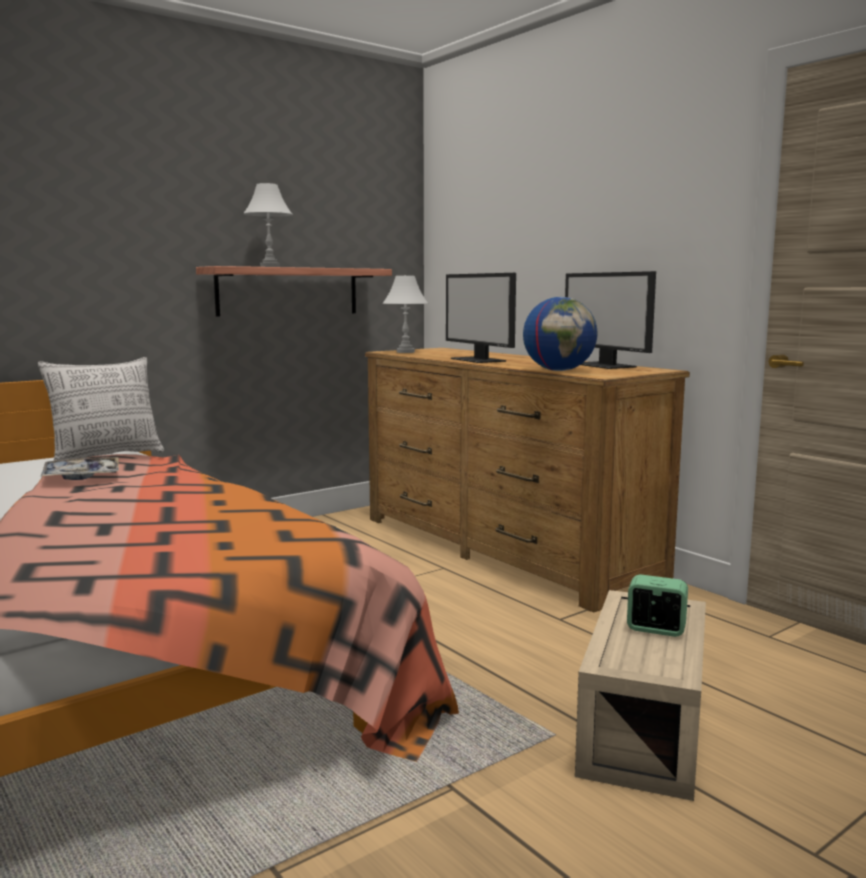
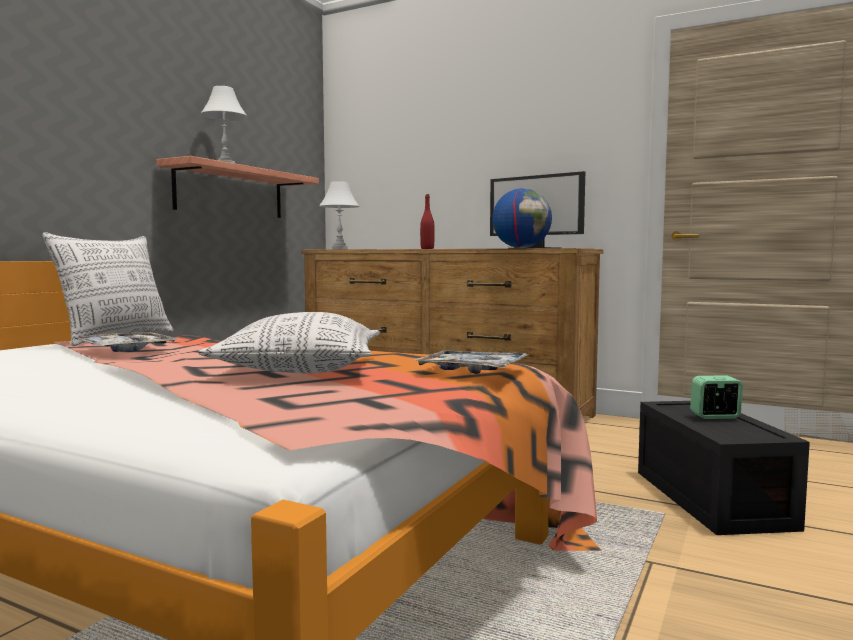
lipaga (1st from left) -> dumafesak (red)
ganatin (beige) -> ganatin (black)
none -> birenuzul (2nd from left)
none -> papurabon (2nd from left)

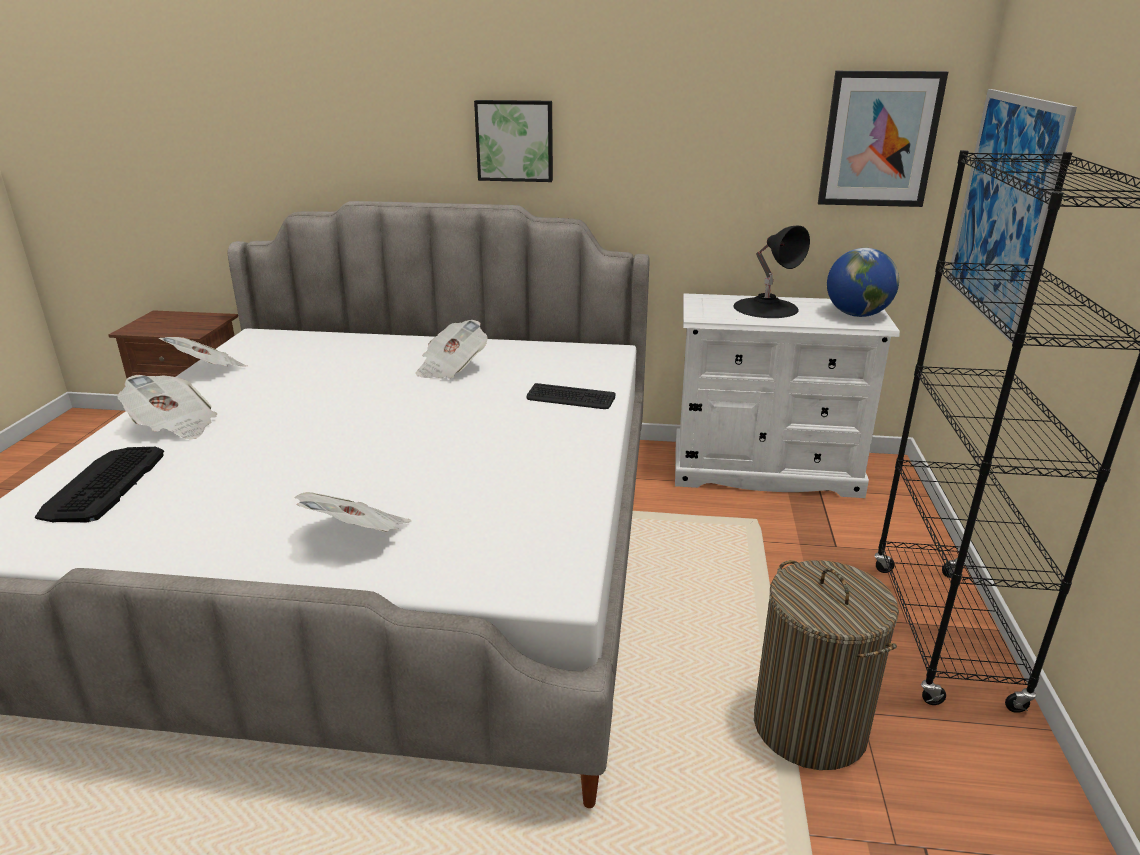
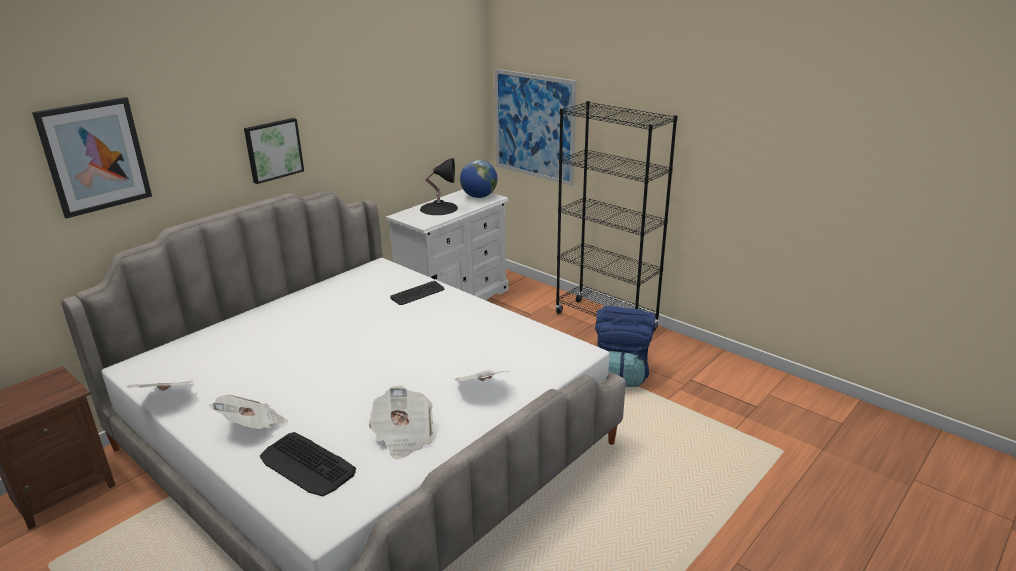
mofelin (2nd from left in the first image) -> mofelin (1st from left), moved
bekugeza (4th from left in the first image) -> bekugeza (3rd from left), moved
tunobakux -> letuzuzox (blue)

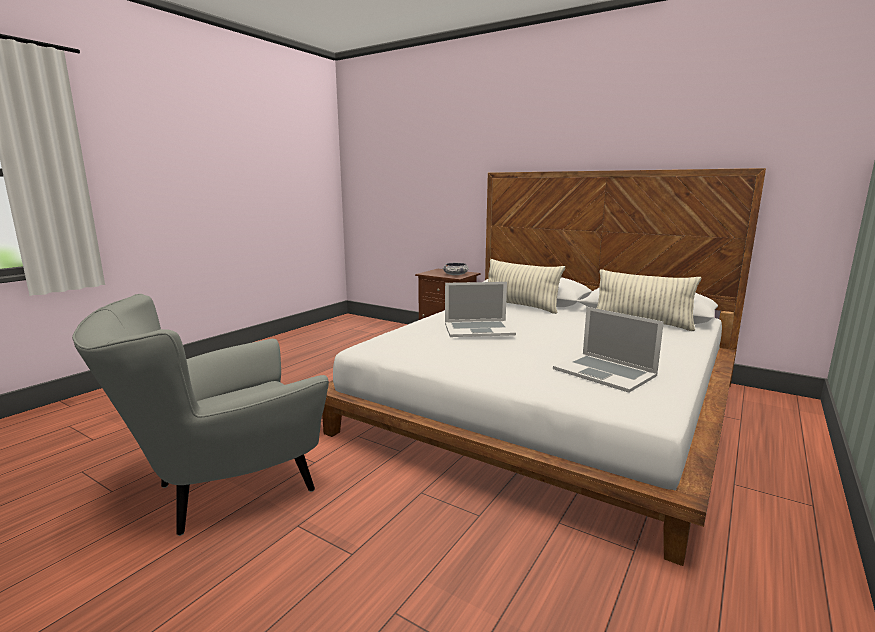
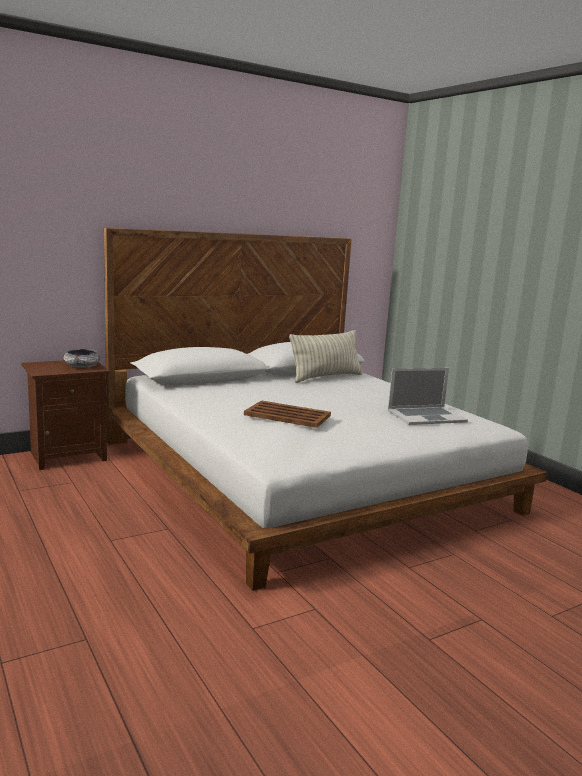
birenuzul (1st from left) -> none
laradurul (1st from left) -> papurabon (brown)
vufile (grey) -> none

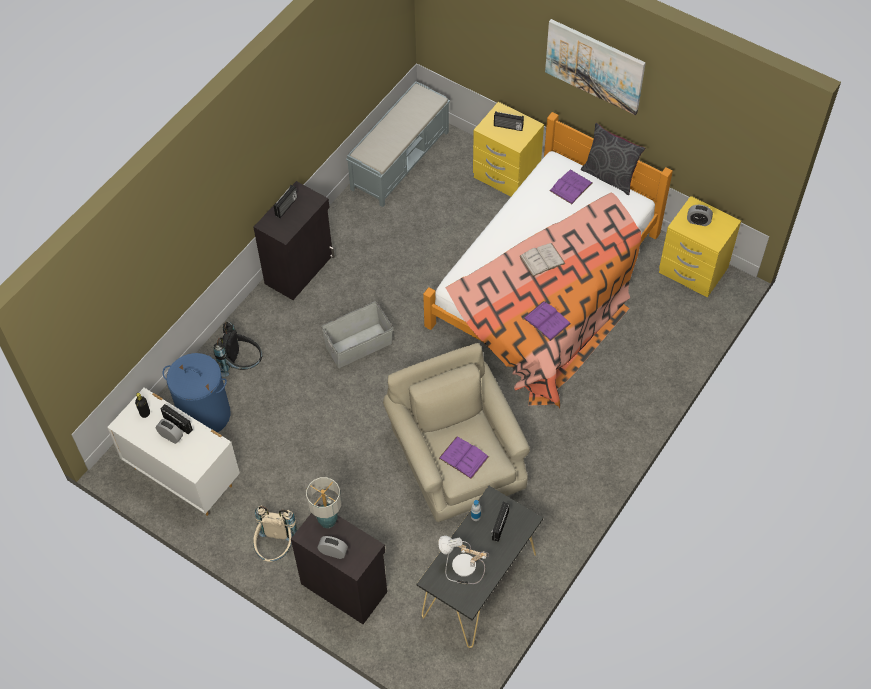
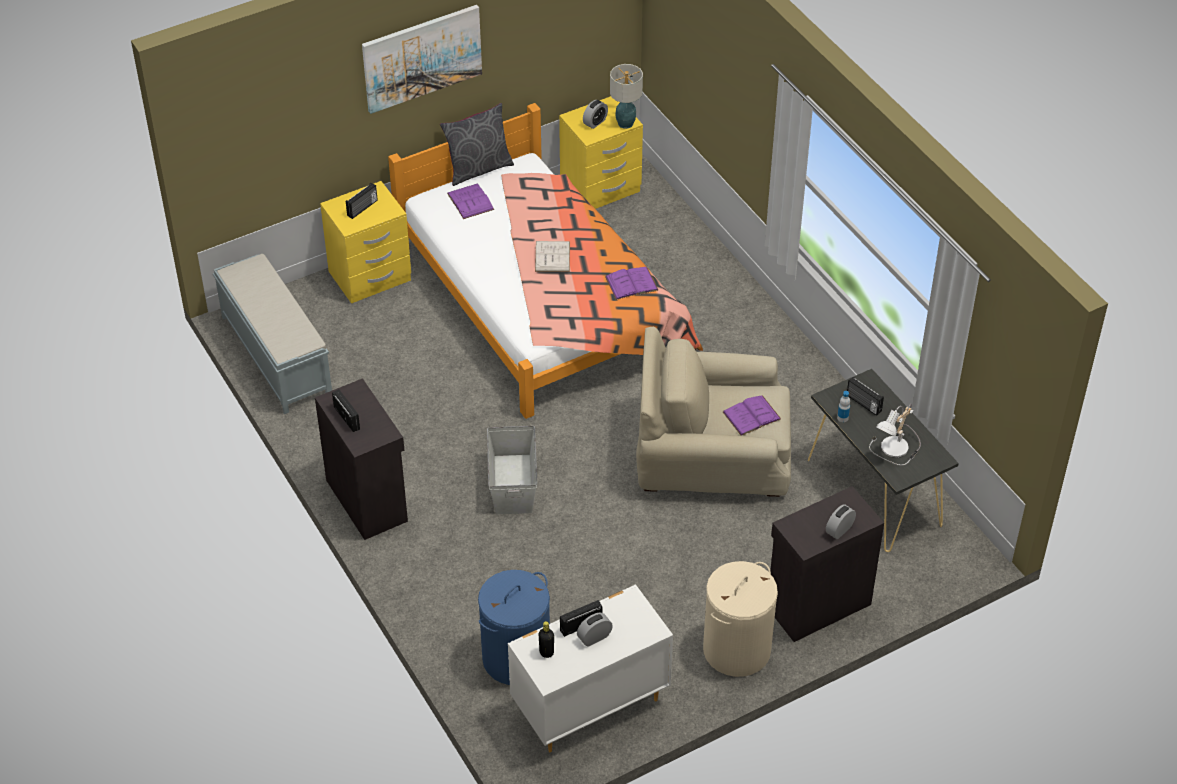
letuzuzox (black) -> none
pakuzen (1st from left), moved
letuzuzox (beige) -> tunobakux (beige)

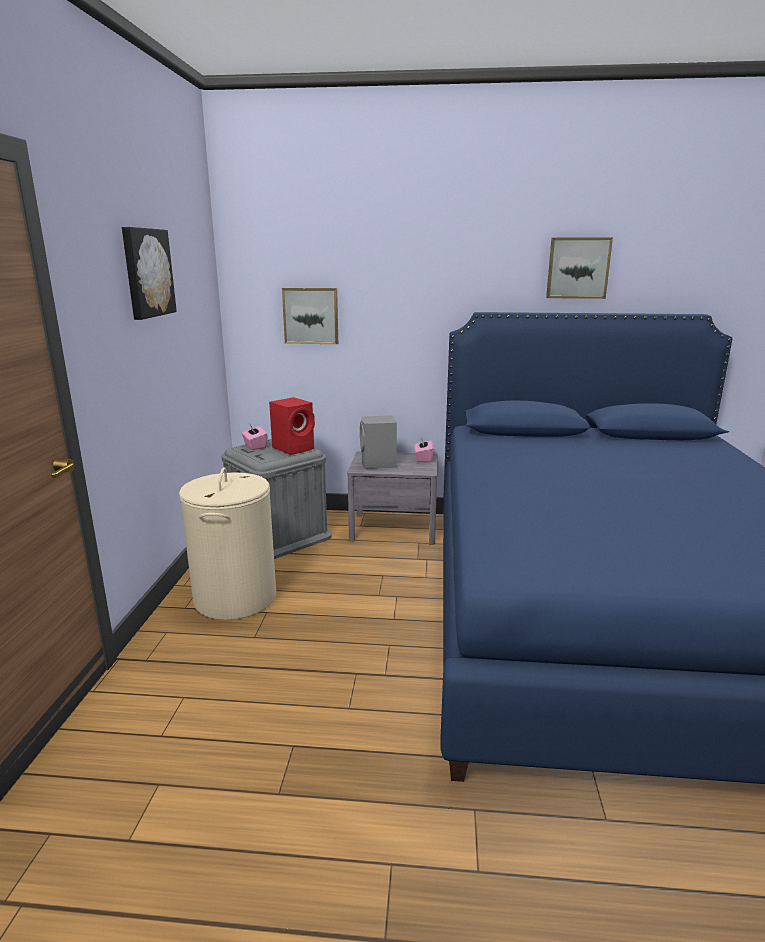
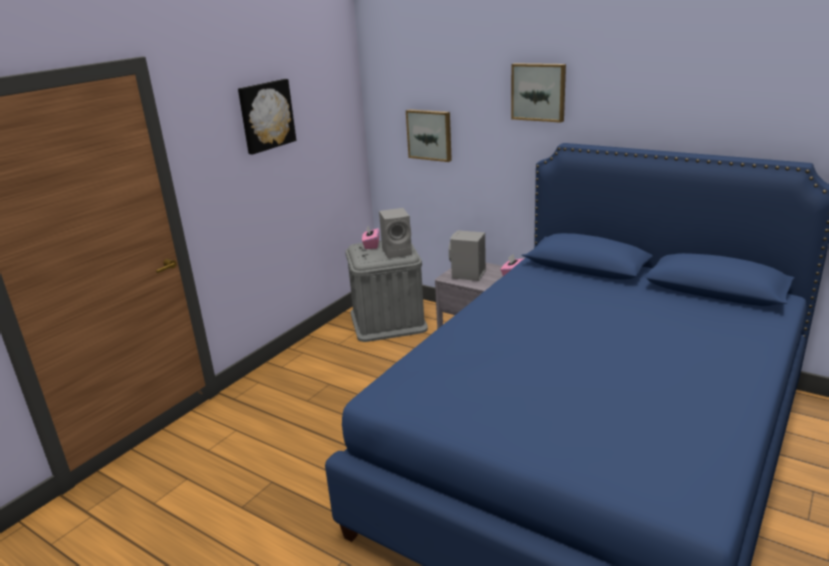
mofelin (3rd from left), moved
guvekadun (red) -> guvekadun (grey) (1st from left)
tunobakux (beige) -> none

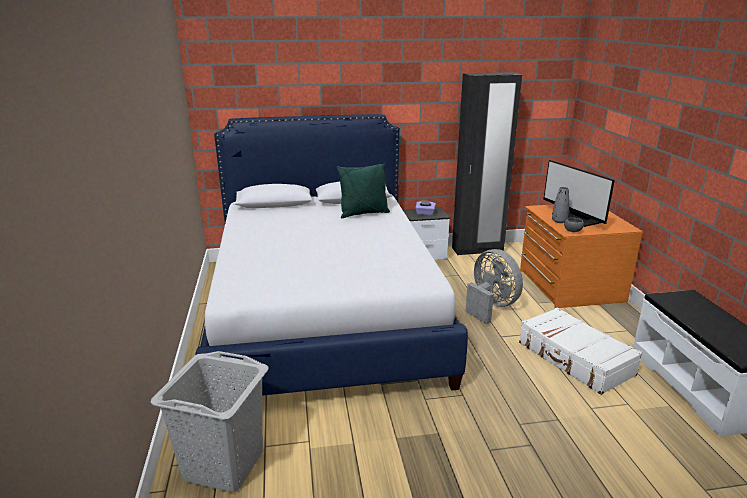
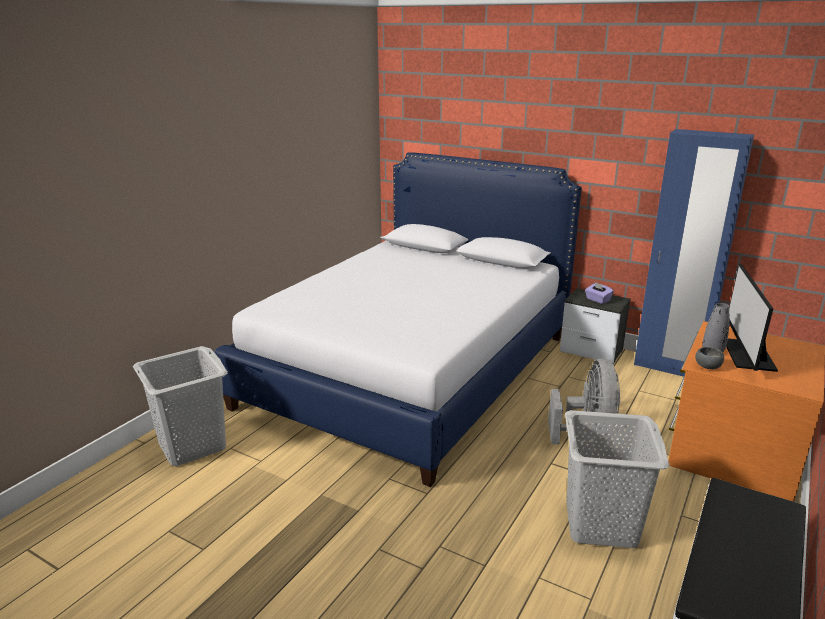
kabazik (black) -> kabazik (blue)
birenuzul (green) -> none
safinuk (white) -> tunobakux (grey) (2nd from left)

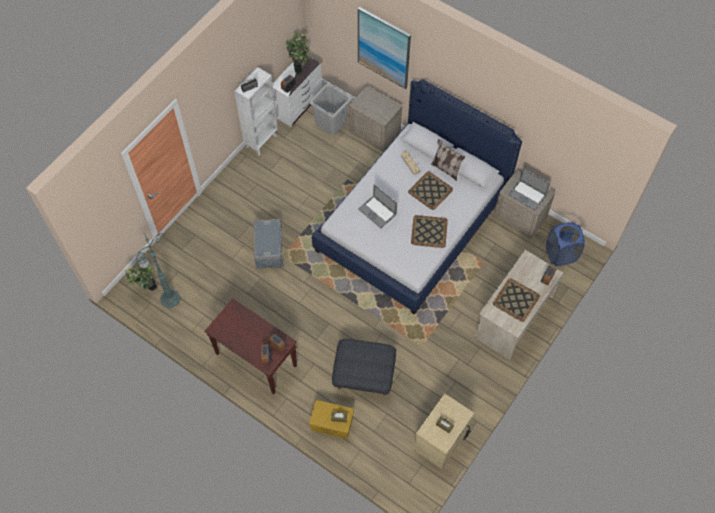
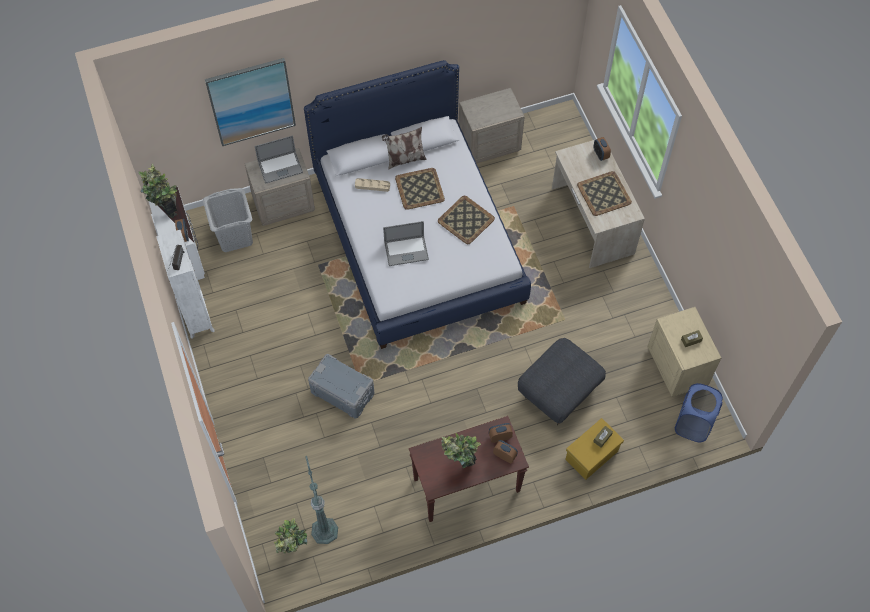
laradurul (2nd from left in the first image) -> laradurul (1st from left), moved
tunobakux (blue), moved
none -> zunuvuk (3rd from left)

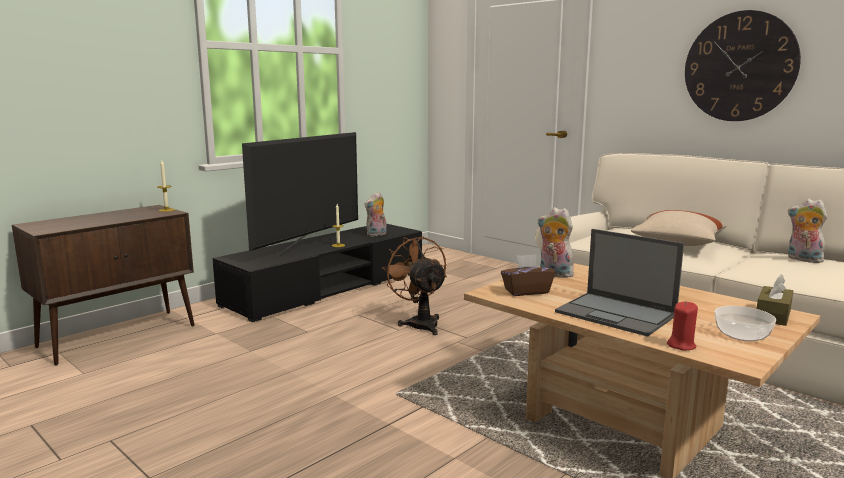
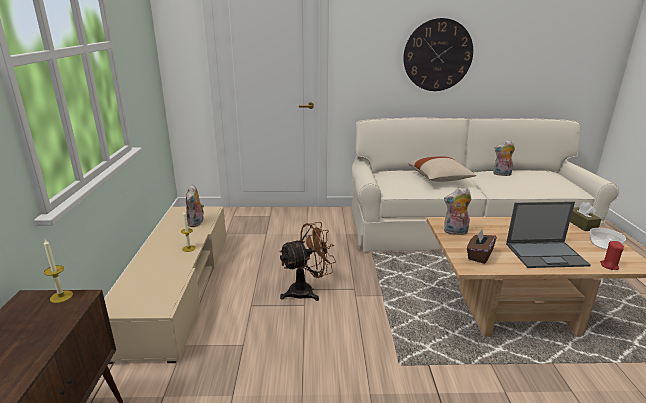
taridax -> none
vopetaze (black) -> vopetaze (beige)
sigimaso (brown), 135 degrees clockwise

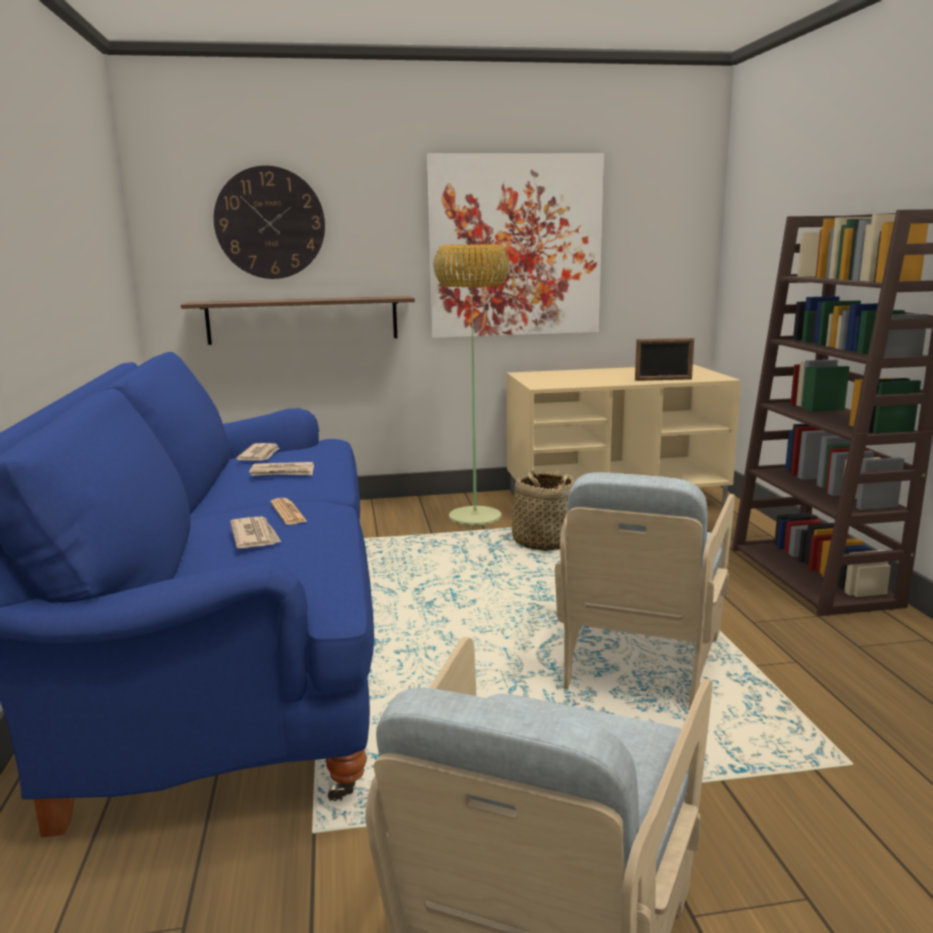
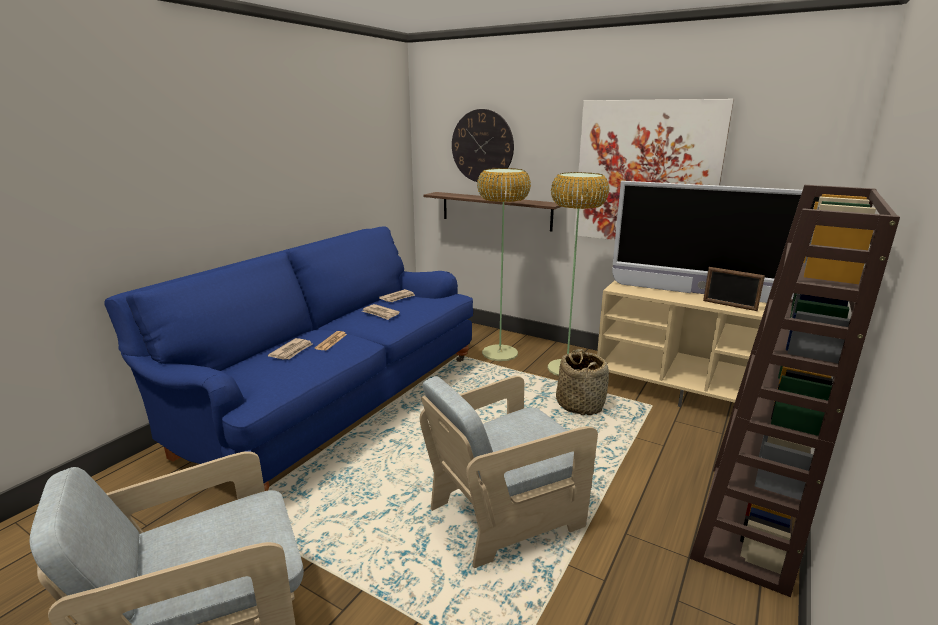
none -> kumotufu (1st from left)
none -> taridax

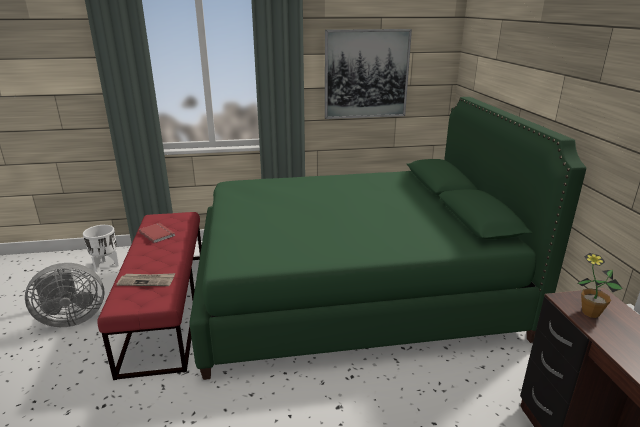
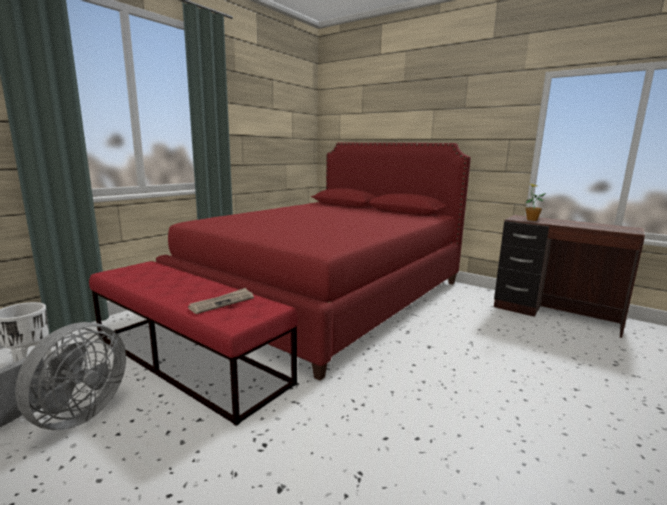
mofelin -> none
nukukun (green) -> nukukun (red)
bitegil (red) -> none

